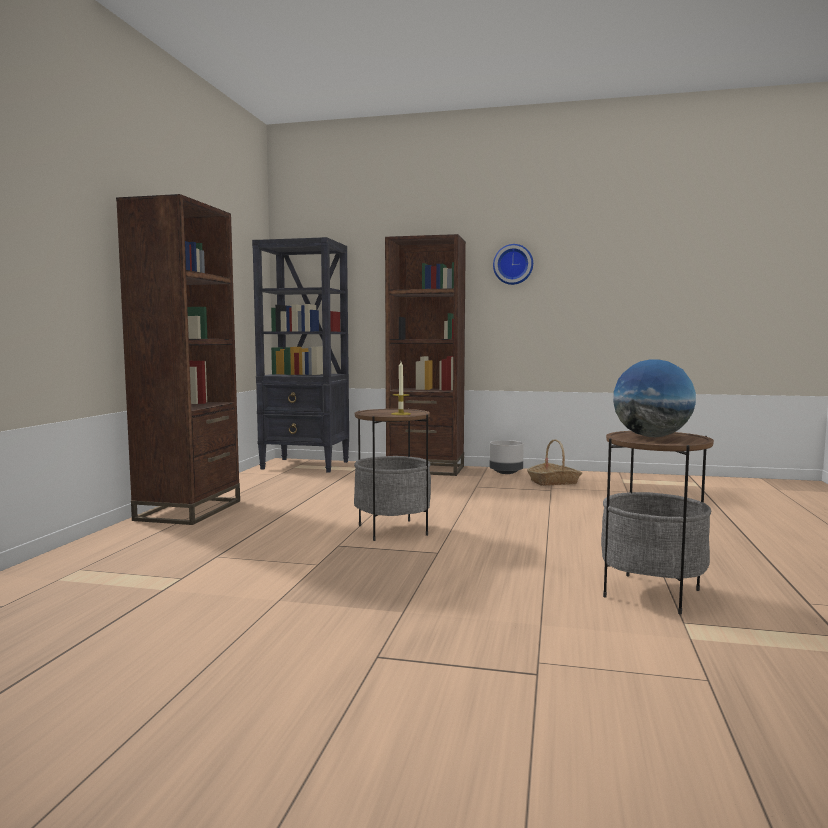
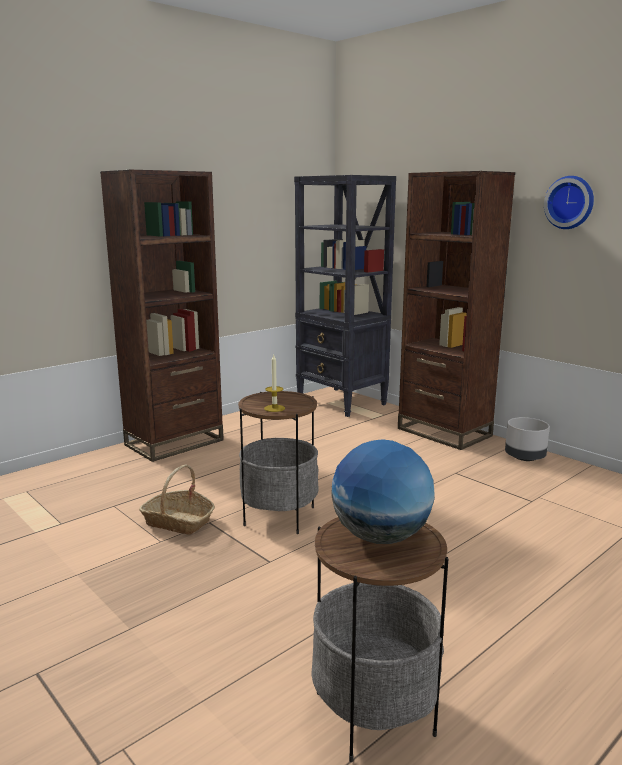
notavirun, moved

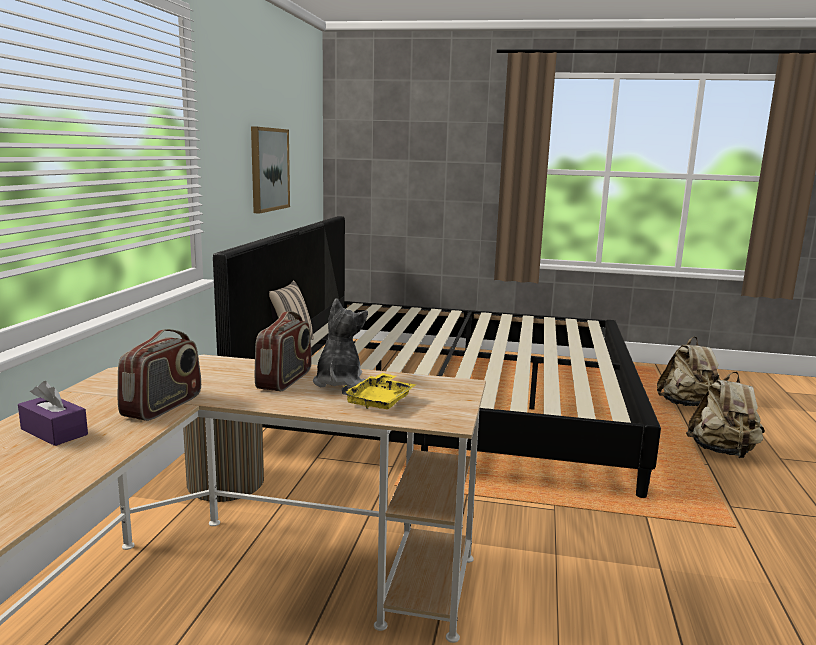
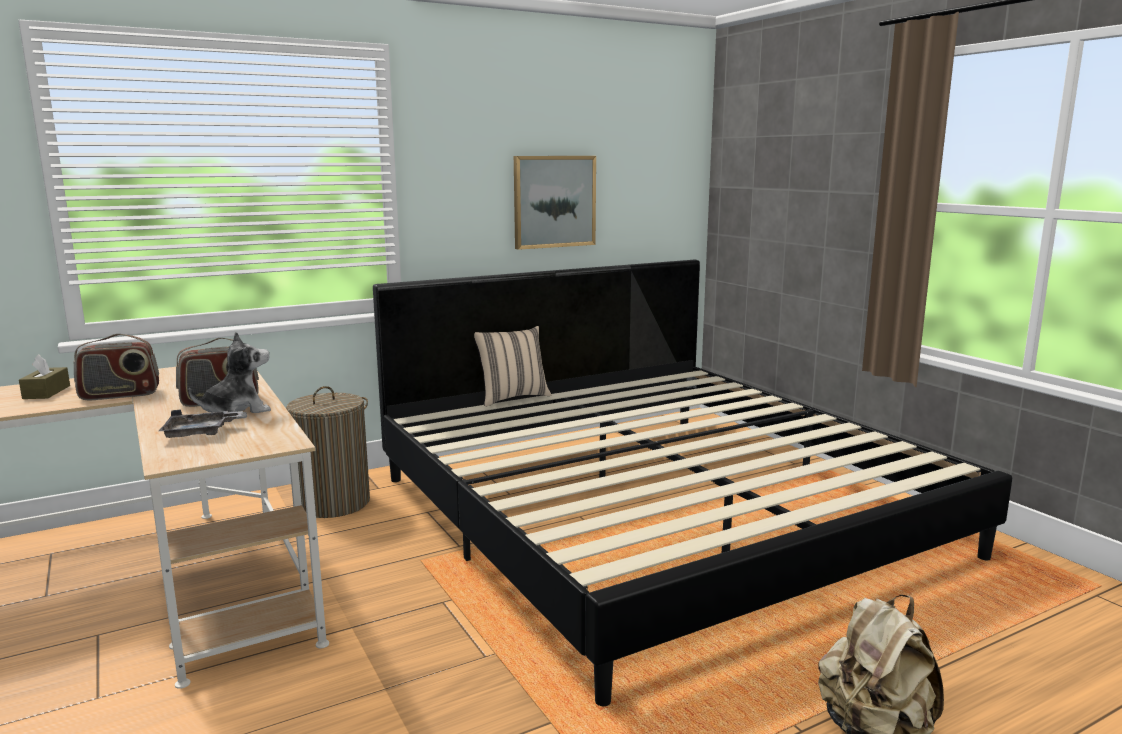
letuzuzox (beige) (1st from left) -> none
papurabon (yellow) -> papurabon (grey)
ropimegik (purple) -> ropimegik (brown)

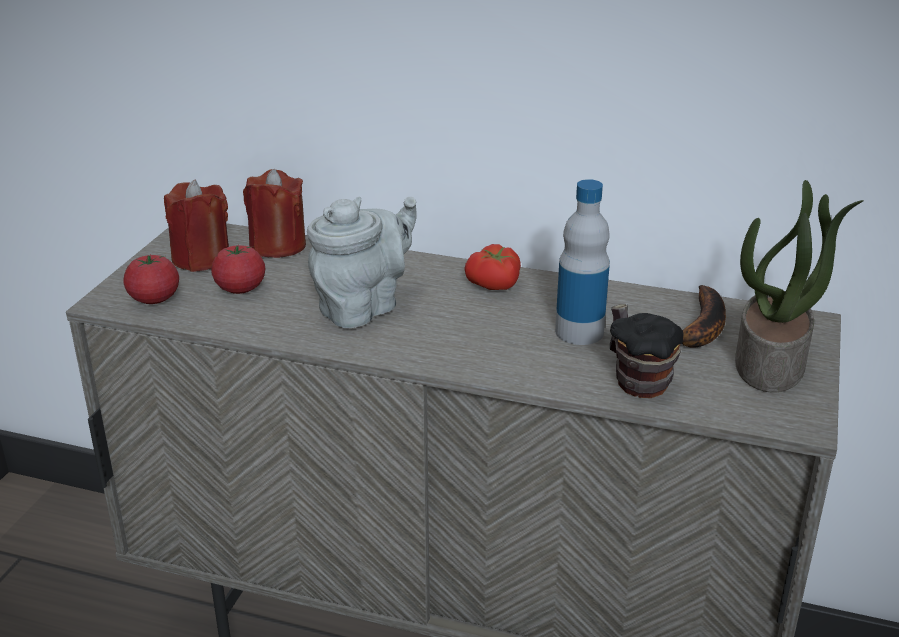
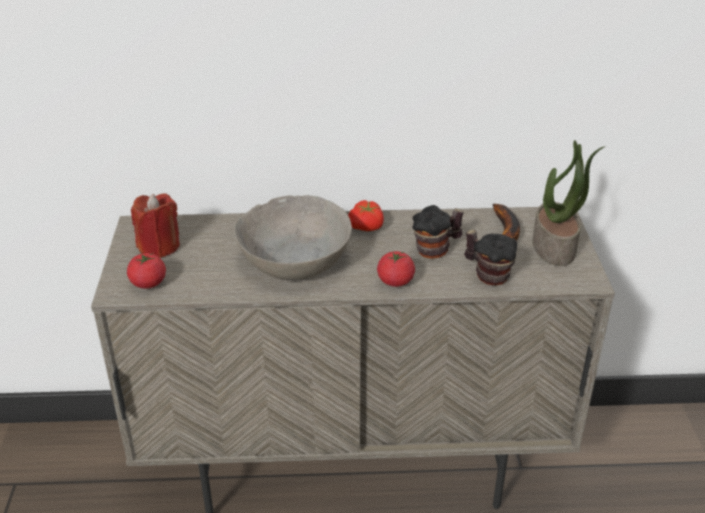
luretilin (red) (2nd from left) -> none
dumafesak -> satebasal (1st from left)
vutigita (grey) -> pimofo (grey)
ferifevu (2nd from left in the first image) -> ferifevu (3rd from left), moved

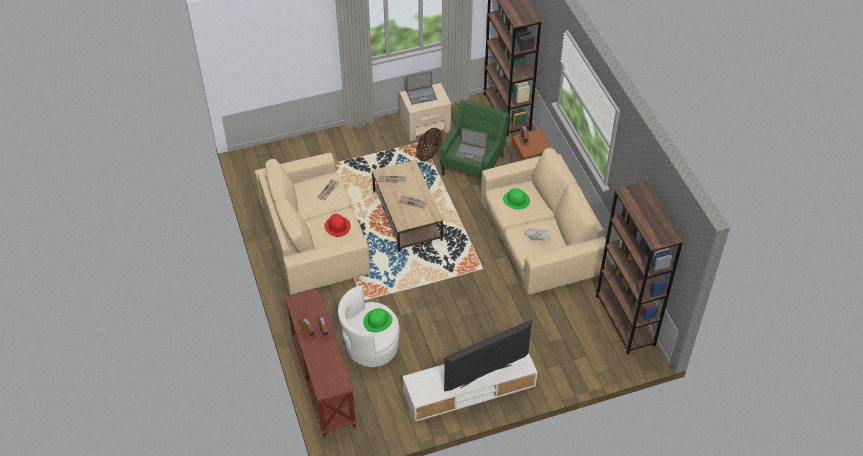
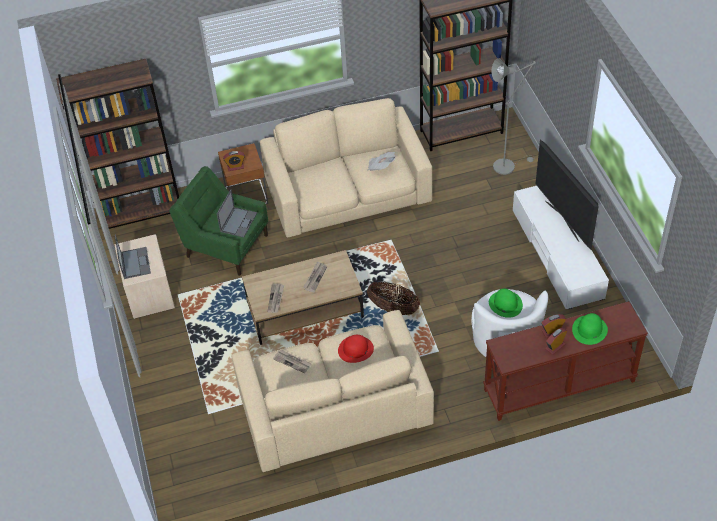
notavirun, moved
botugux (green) (2nd from left), moved
none -> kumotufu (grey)

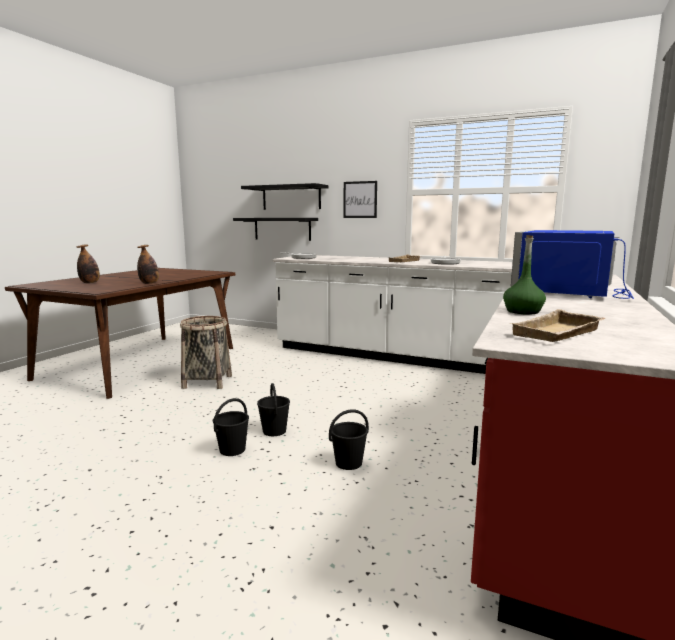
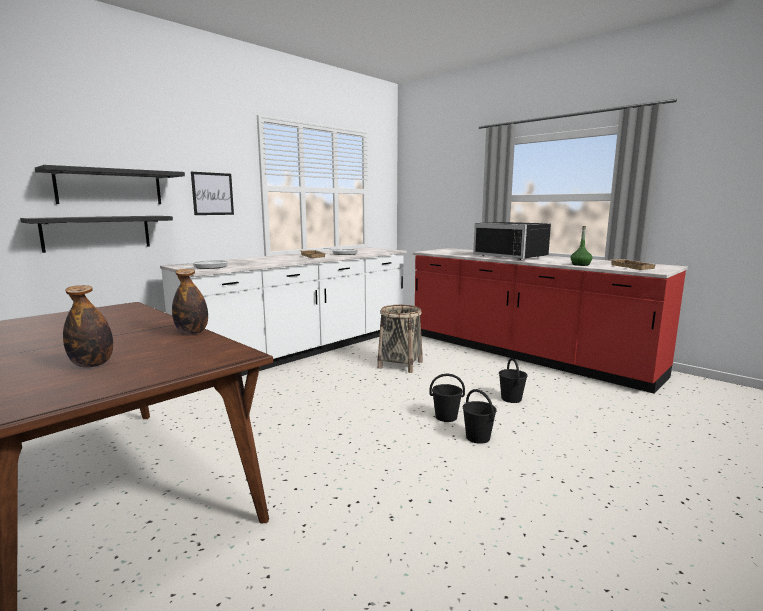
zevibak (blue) -> zevibak (black)
notavirun, moved

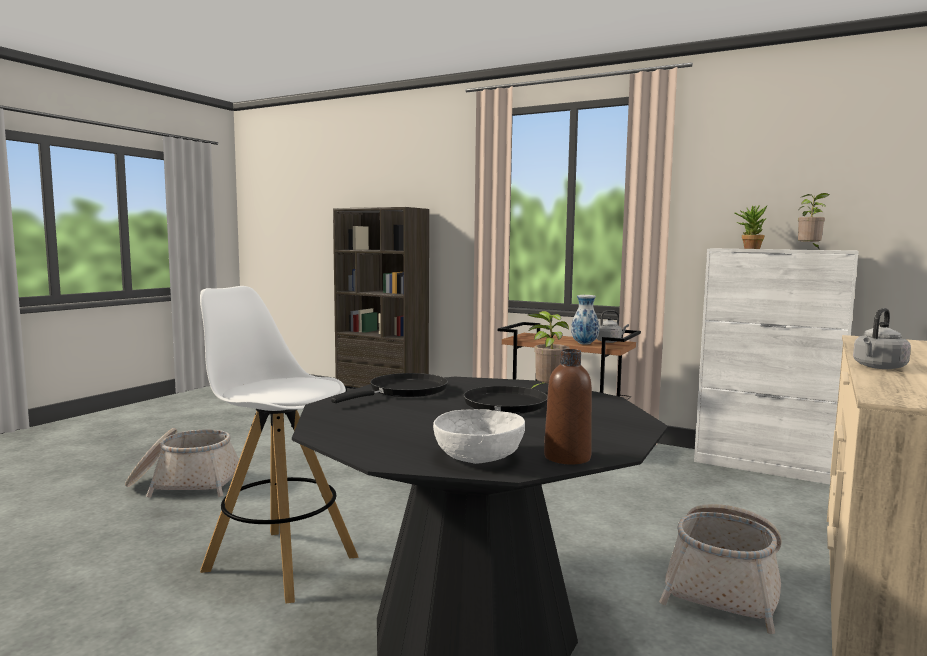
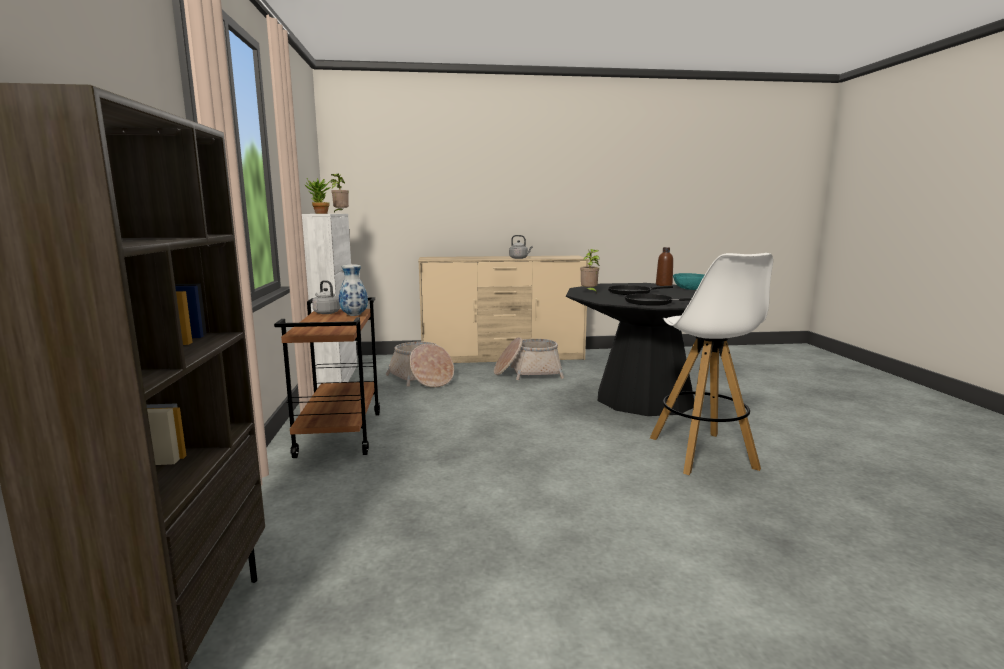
pimofo (white) -> pimofo (turquoise)
notavirun (1st from left), moved

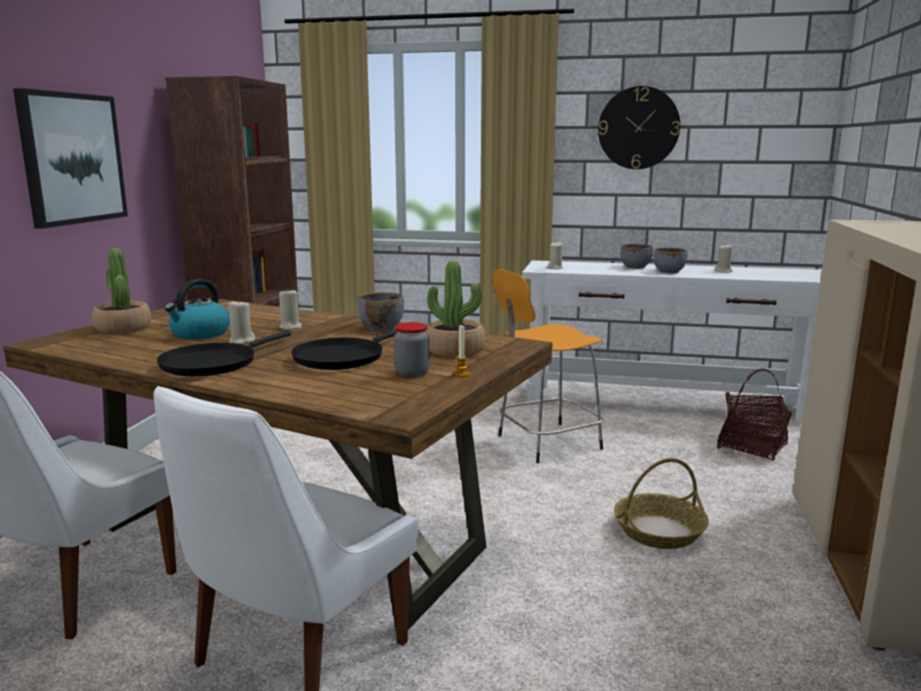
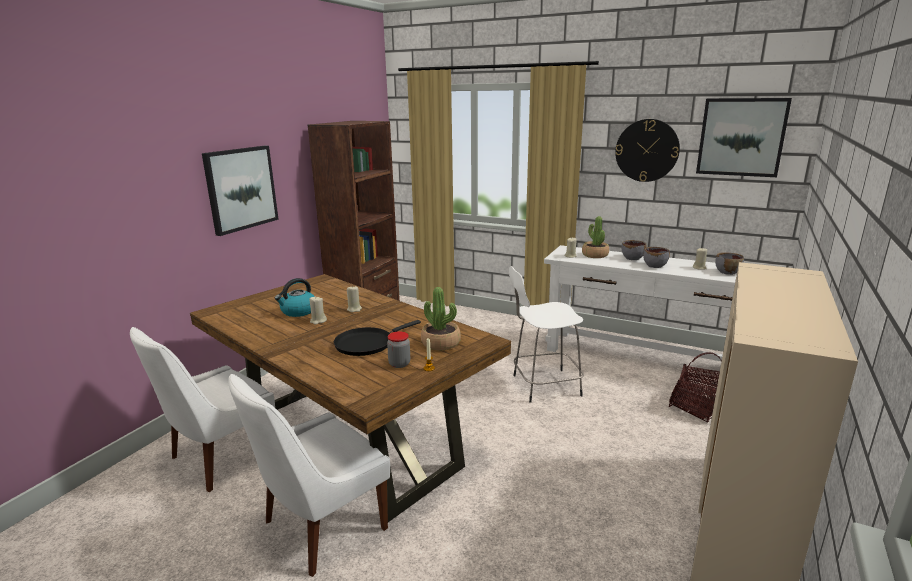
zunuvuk (1st from left in the first image) -> zunuvuk (2nd from left), moved
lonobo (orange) -> lonobo (white)
pimofo (grey) (1st from left in the first image) -> pimofo (grey) (3rd from left), moved
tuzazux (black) (1st from left) -> none
notavirun (1st from left) -> none
none -> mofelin (2nd from left)

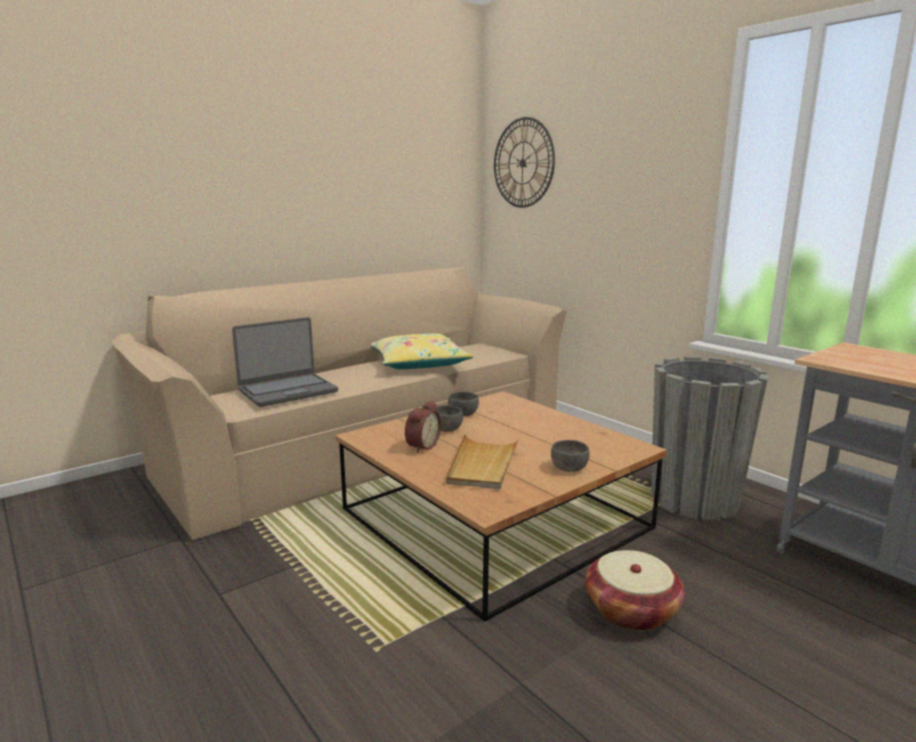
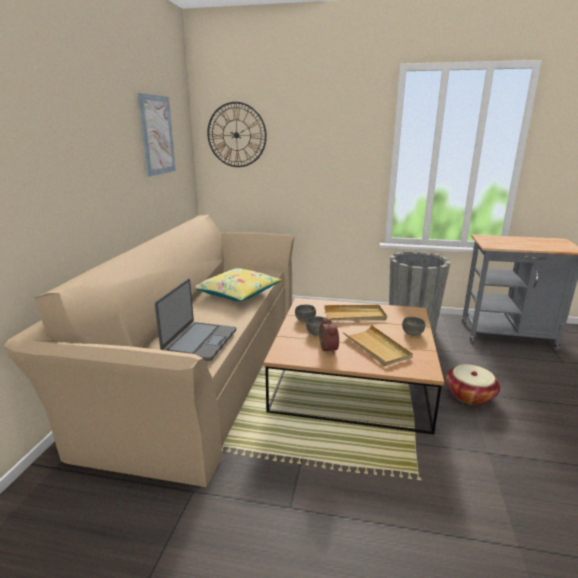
none -> mofelin
none -> papurabon (beige) (1st from left)

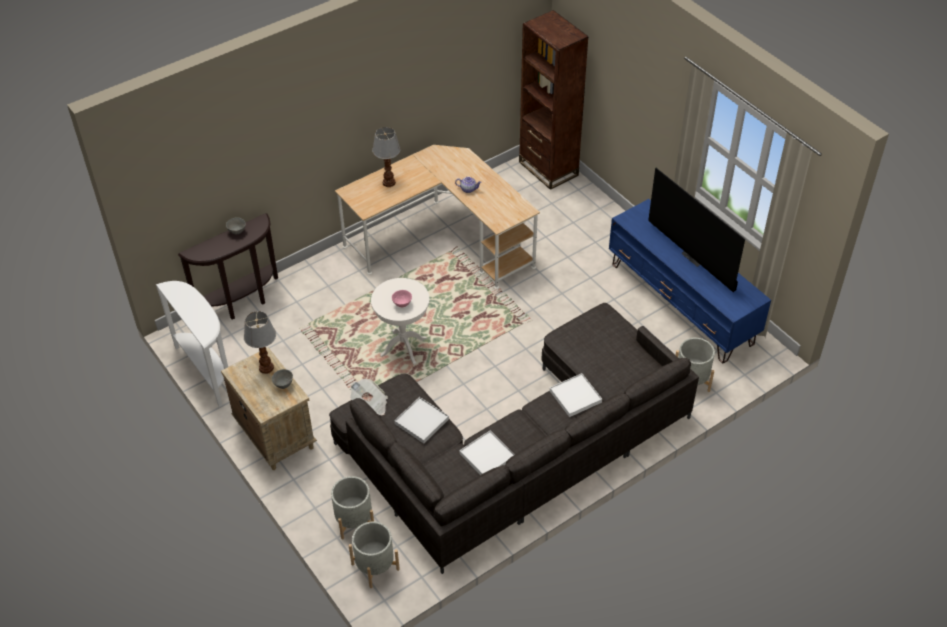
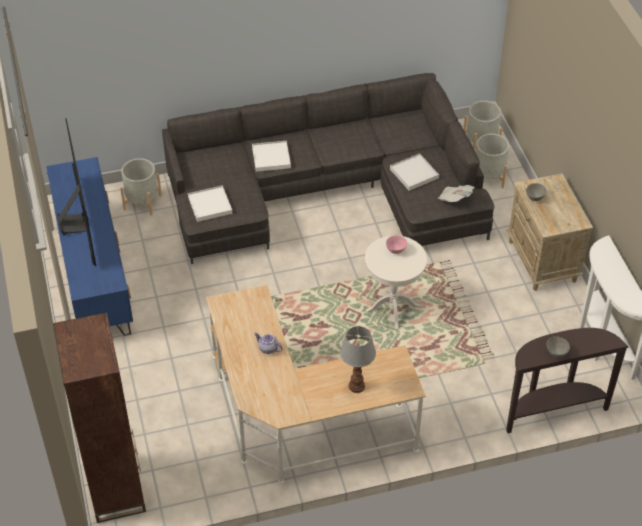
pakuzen (1st from left) -> none
papurabon (white) (2nd from left in the first image) -> papurabon (white) (1st from left), moved

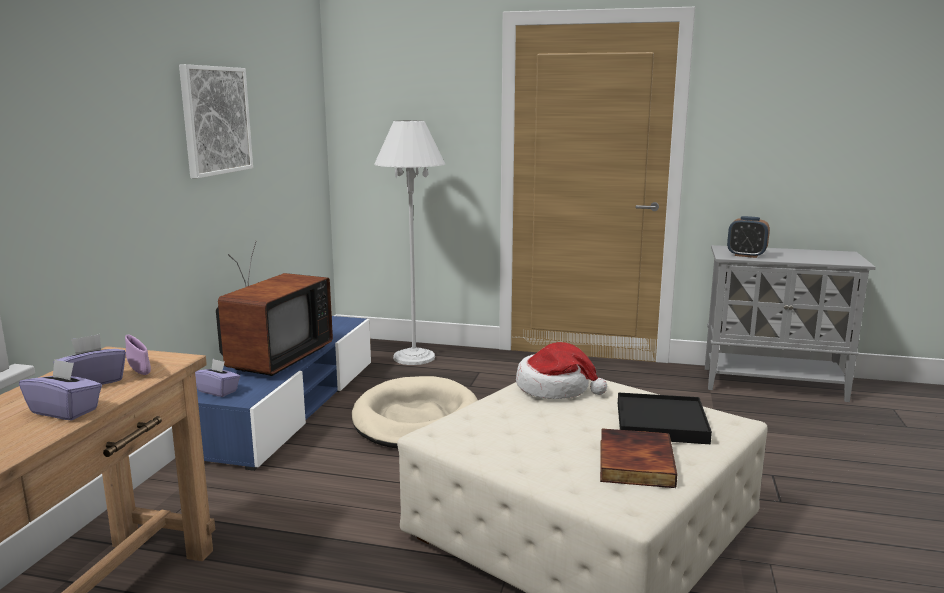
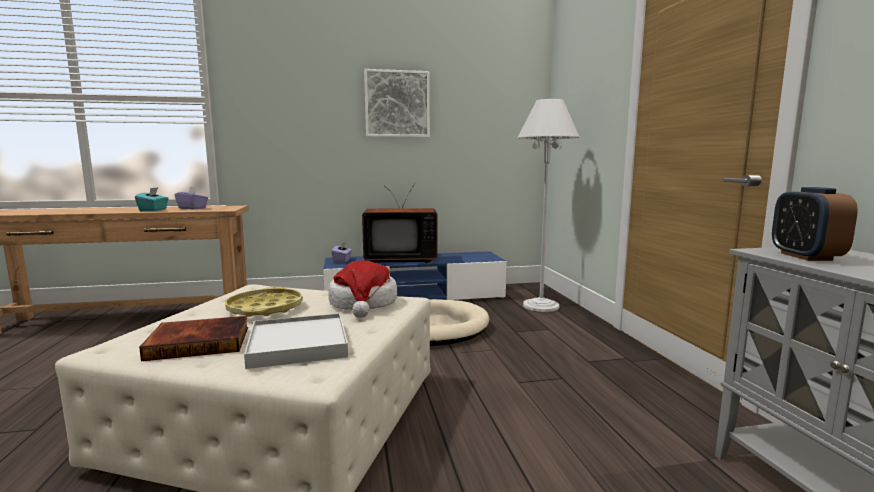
pimofo (purple) -> none
ropimegik (purple) (1st from left) -> ropimegik (turquoise)
papurabon (black) -> papurabon (white)
none -> papurabon (yellow)

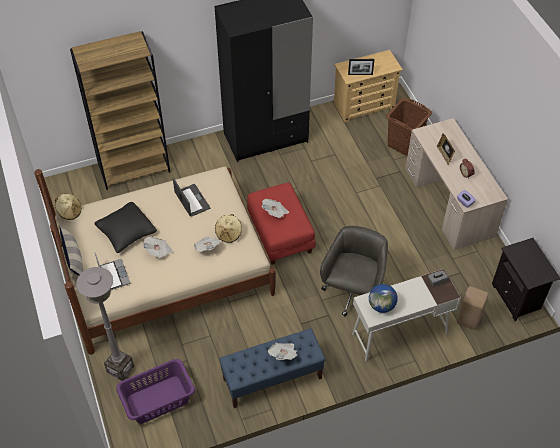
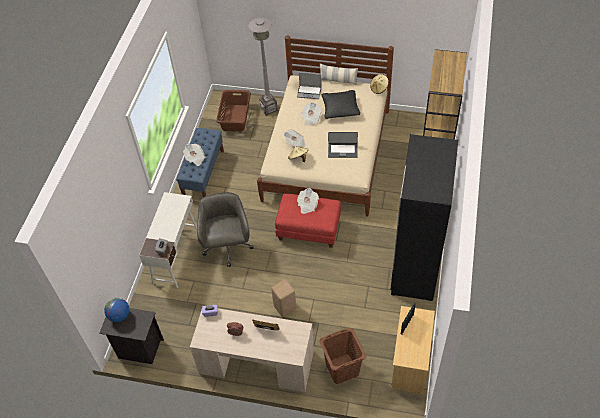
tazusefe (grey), 150 degrees counterclockwise
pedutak, moved
lonobo (beige), moved
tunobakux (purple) -> tunobakux (brown) (1st from left)

